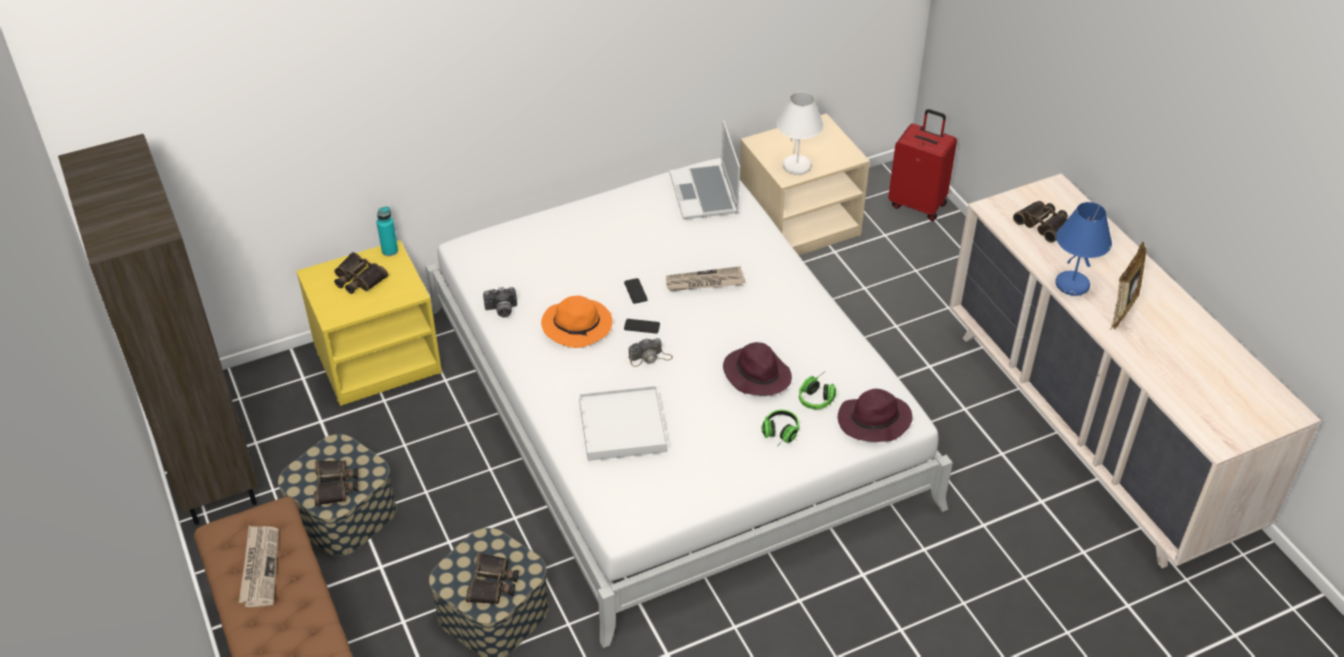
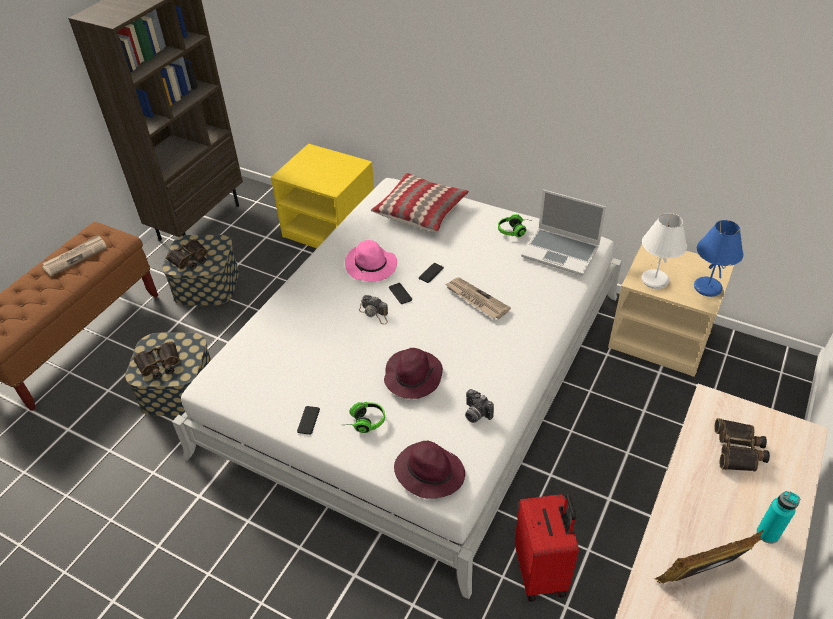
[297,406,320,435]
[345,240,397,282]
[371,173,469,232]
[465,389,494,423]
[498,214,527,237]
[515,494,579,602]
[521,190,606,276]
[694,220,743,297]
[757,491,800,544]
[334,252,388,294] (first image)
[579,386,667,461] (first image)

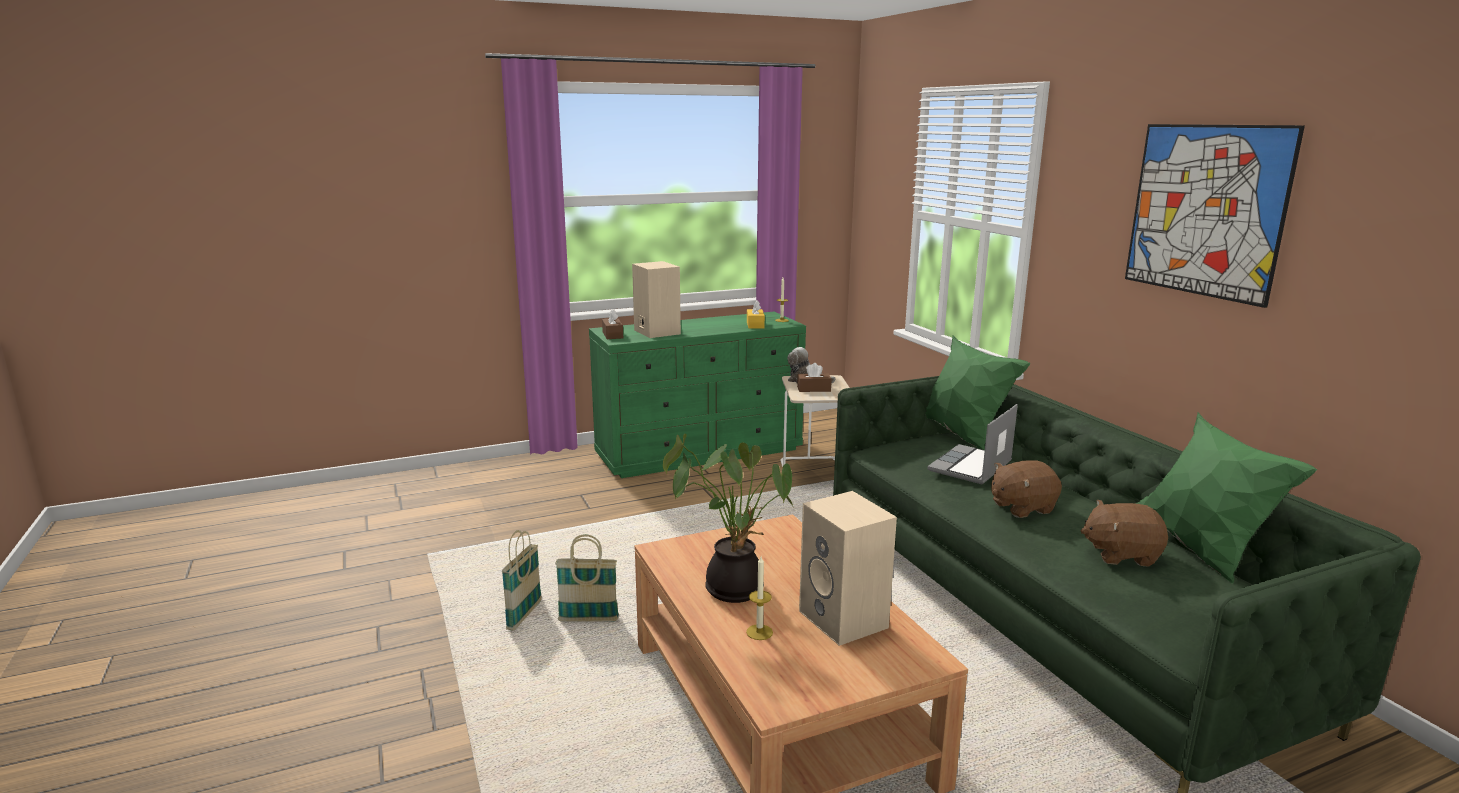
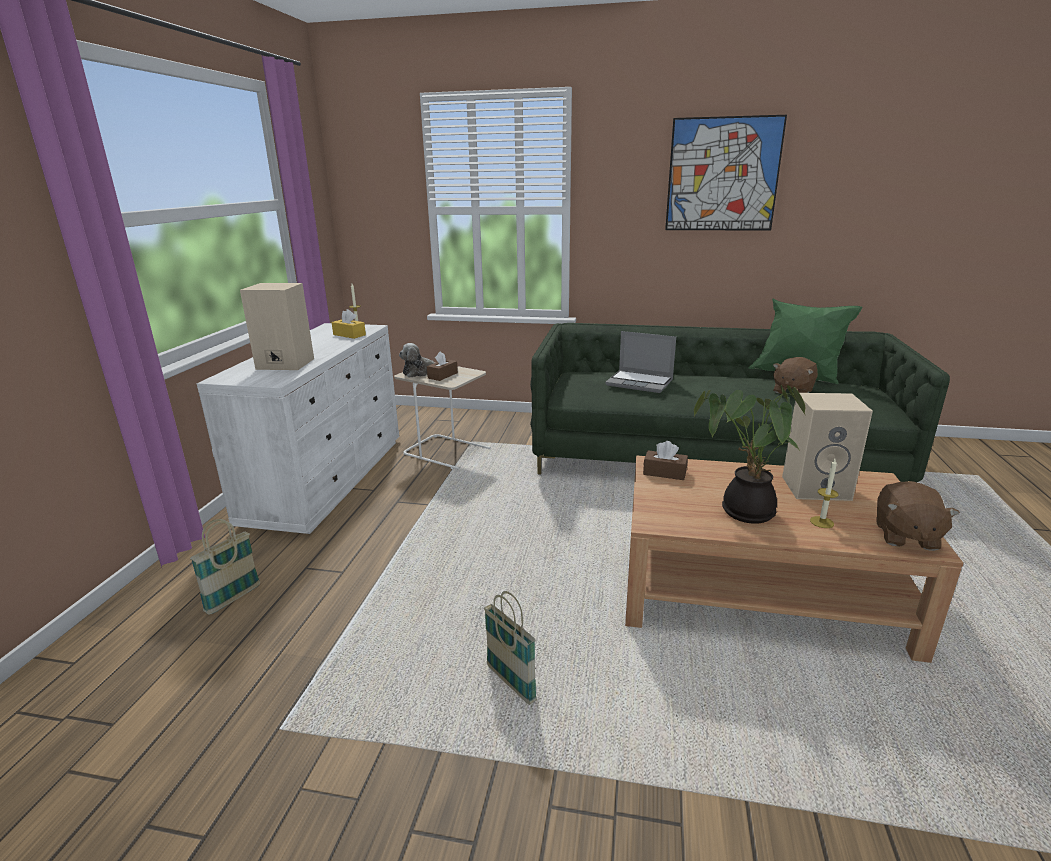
[190,519,260,614]
[197,323,399,534]
[605,331,676,393]
[643,441,688,480]
[876,481,960,551]
[925,336,1031,450] (first image)

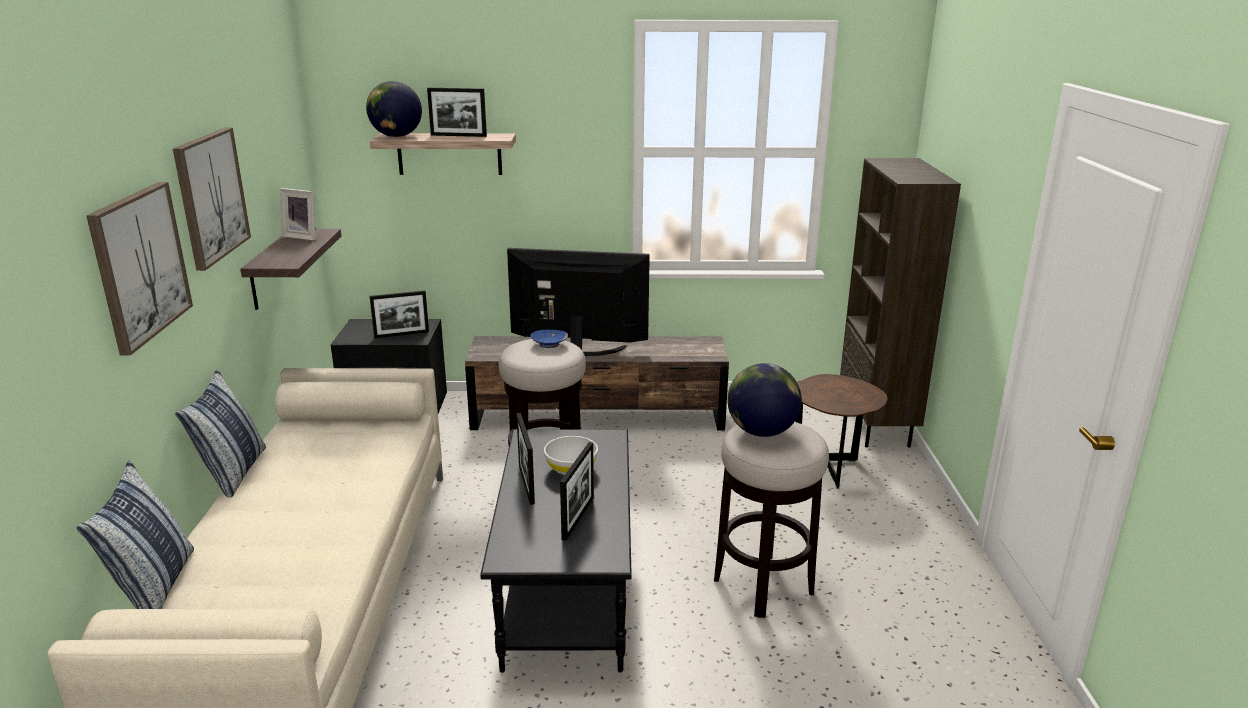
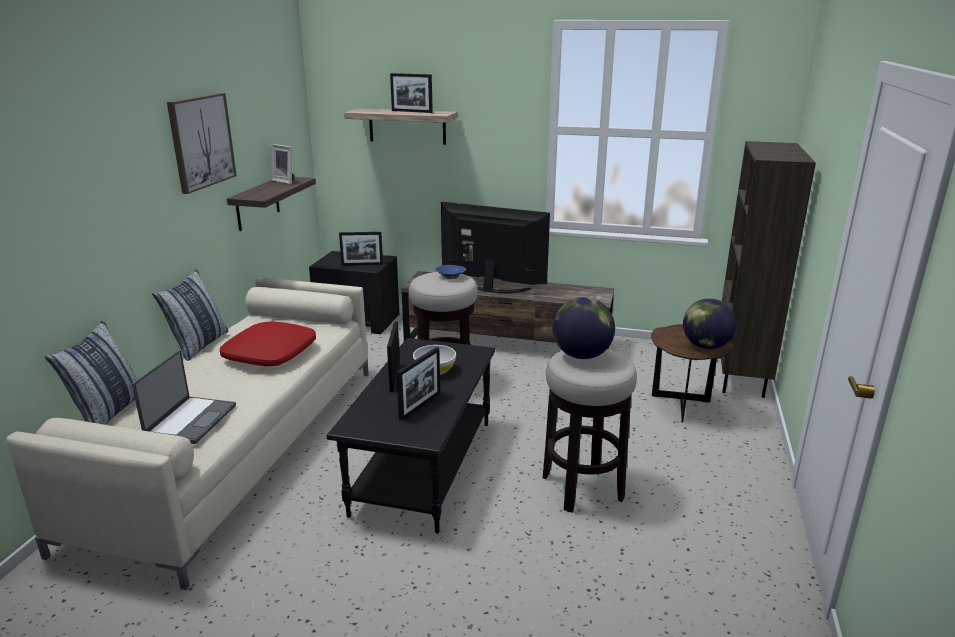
[132,350,236,444]
[220,321,316,366]
[683,298,736,349]
[86,182,193,355] (first image)

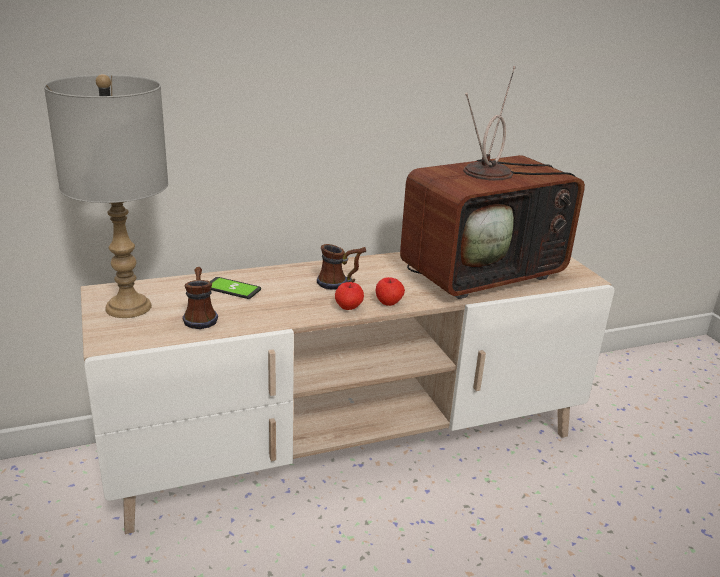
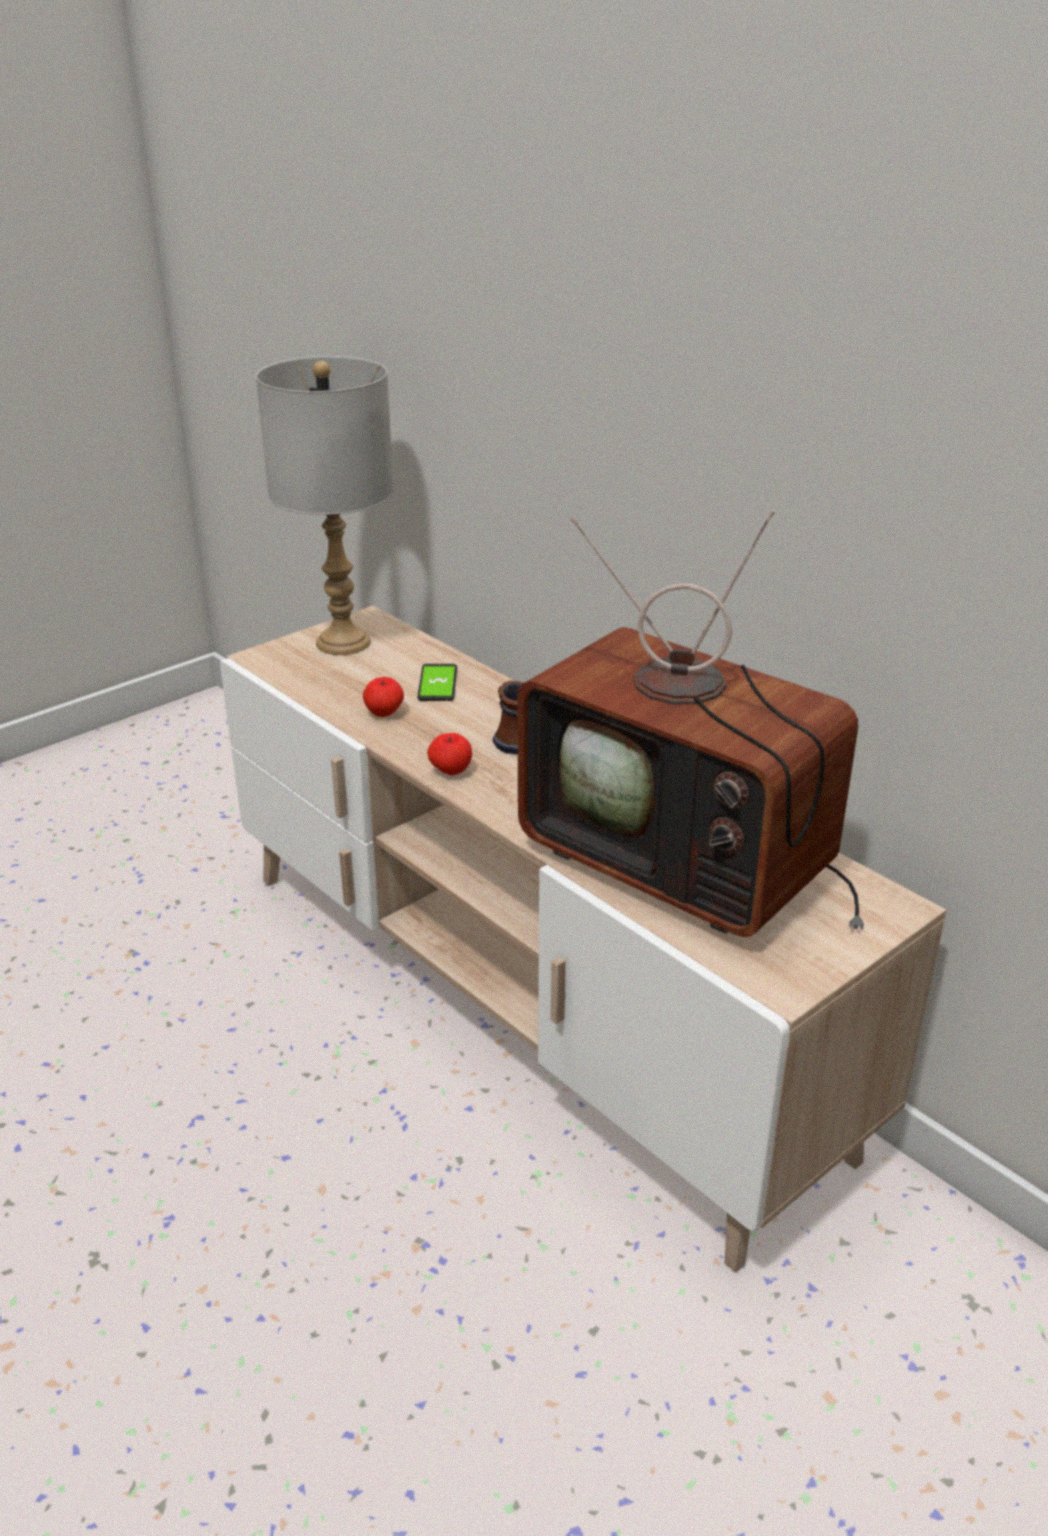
[363,677,404,717]
[182,267,218,329] (first image)

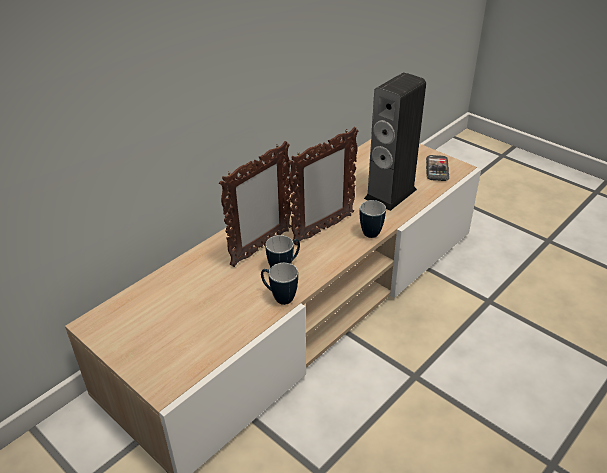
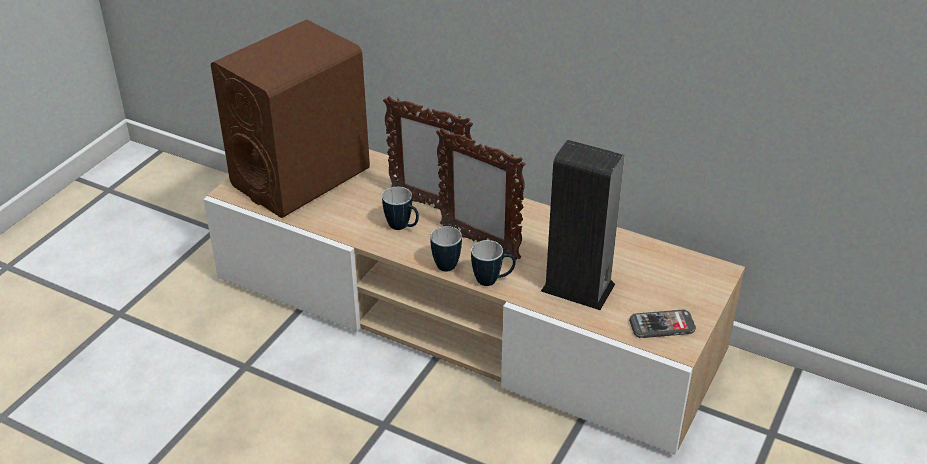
[211,20,370,218]
[430,226,462,272]

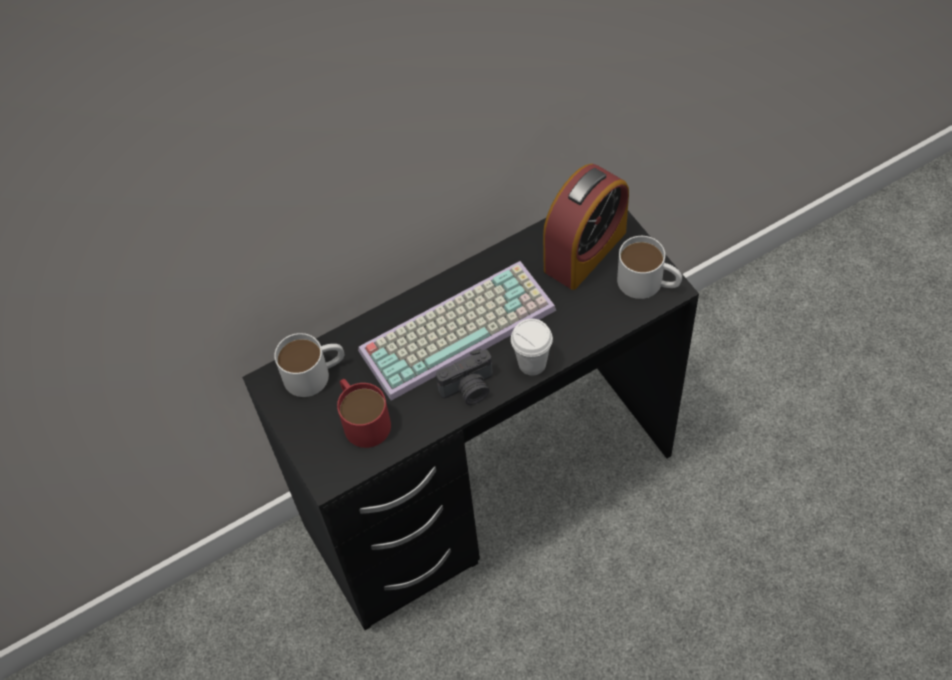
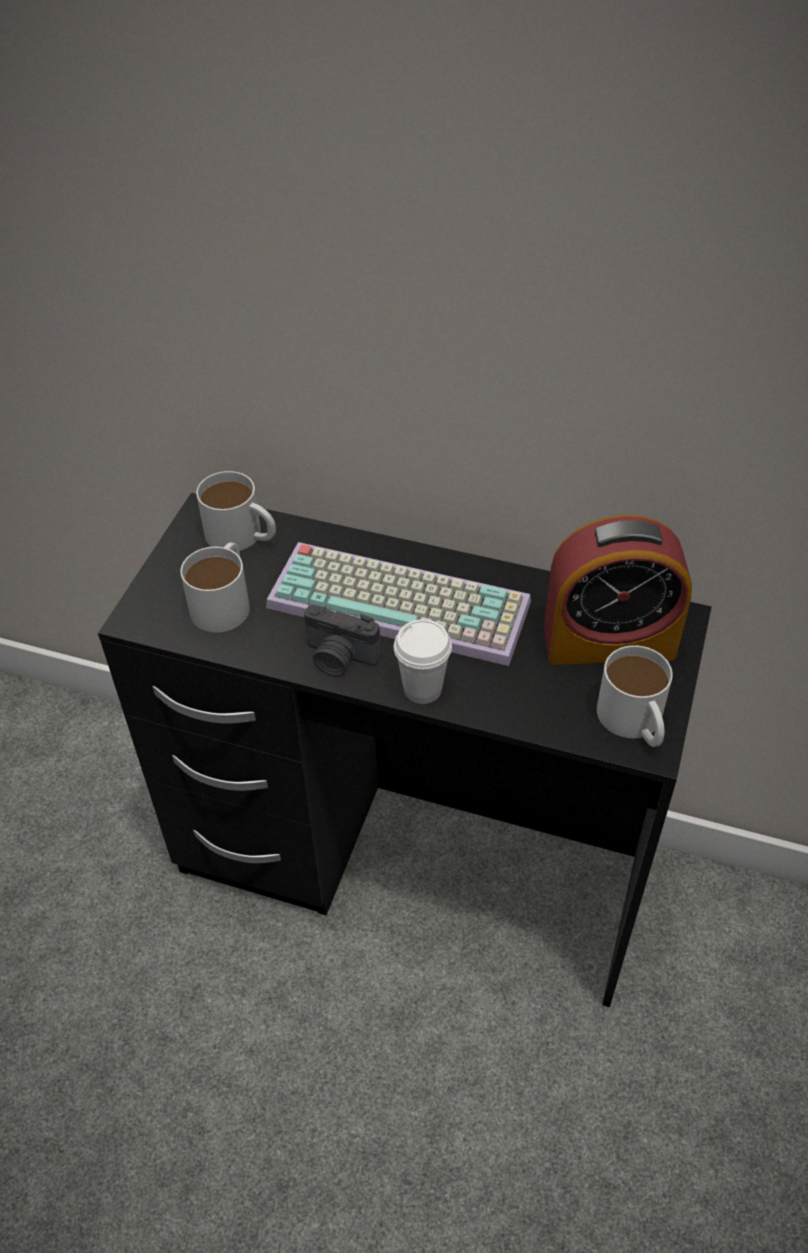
[180,542,250,633]

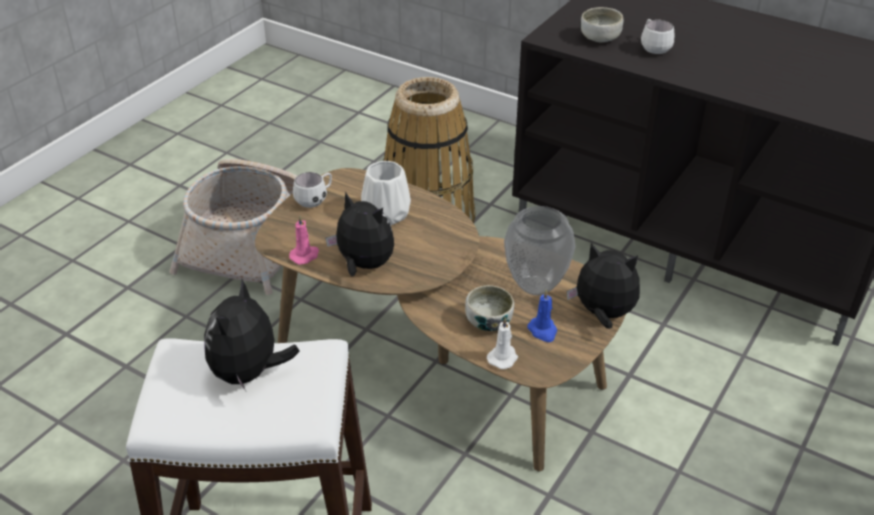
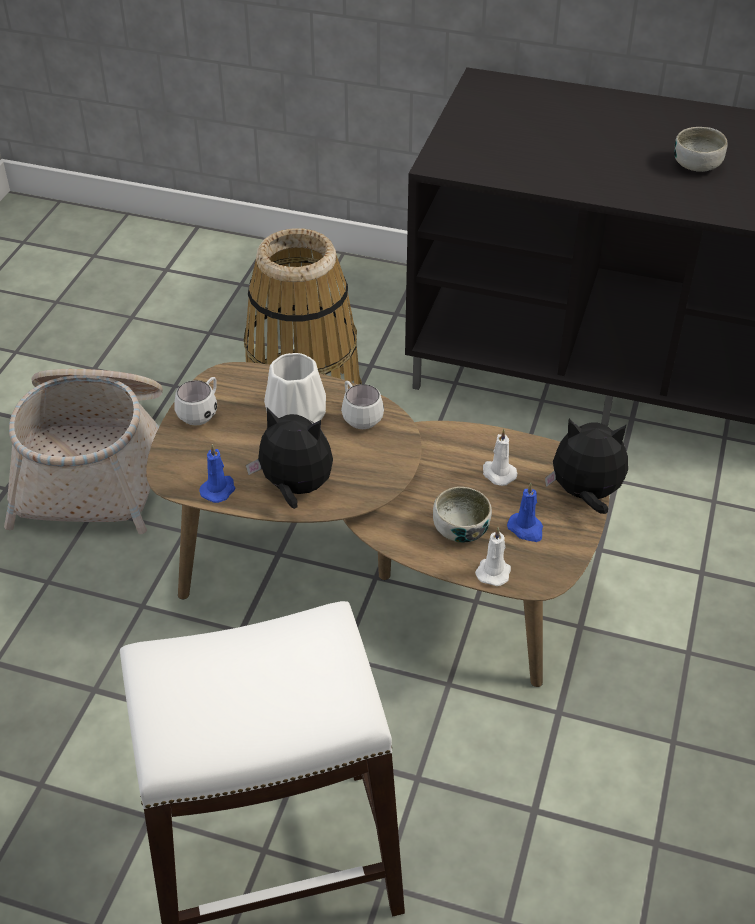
[199,444,236,503]
[341,381,384,429]
[483,429,517,486]
[674,127,727,172]
[204,279,300,391] (first image)

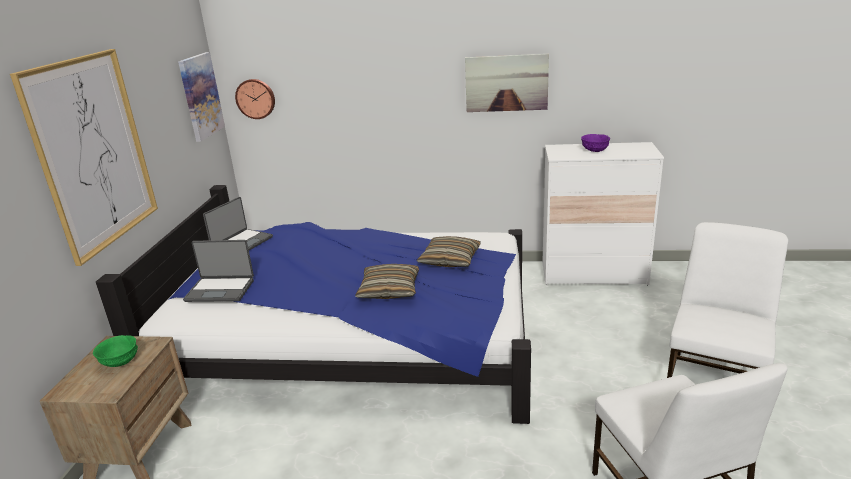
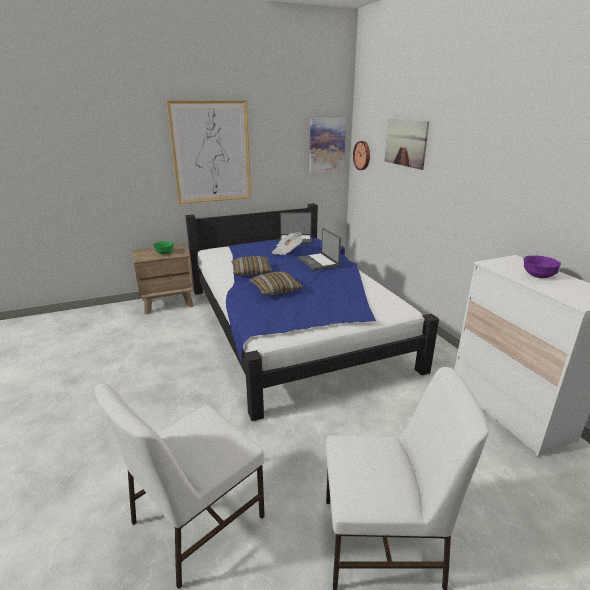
[231,256,272,275]
[272,232,303,255]
[298,228,341,271]
[384,119,429,170]

